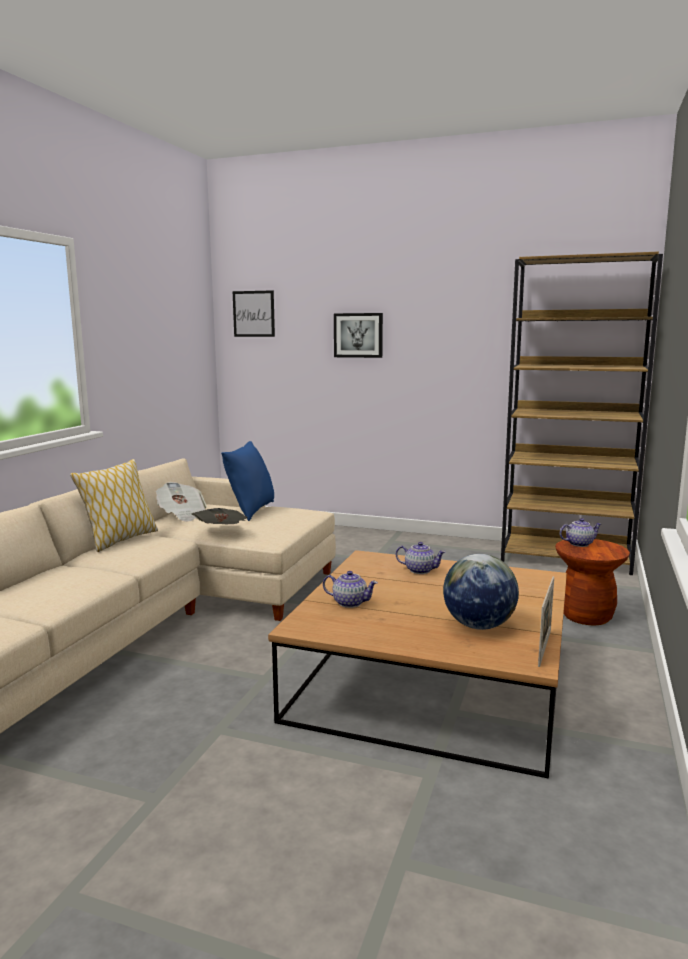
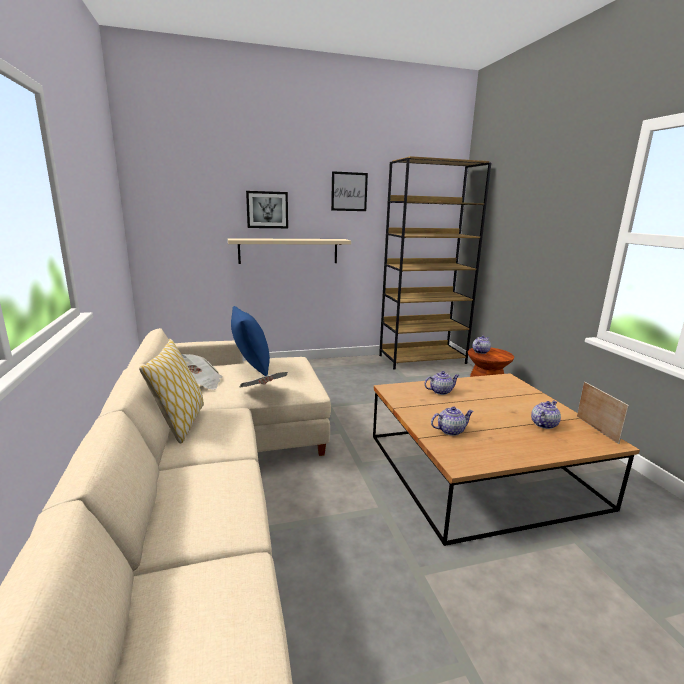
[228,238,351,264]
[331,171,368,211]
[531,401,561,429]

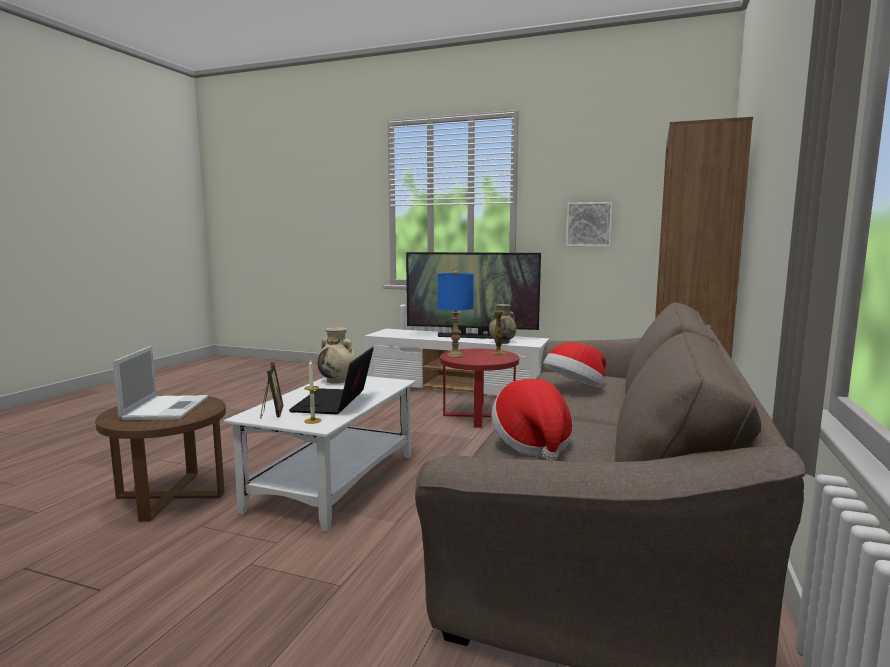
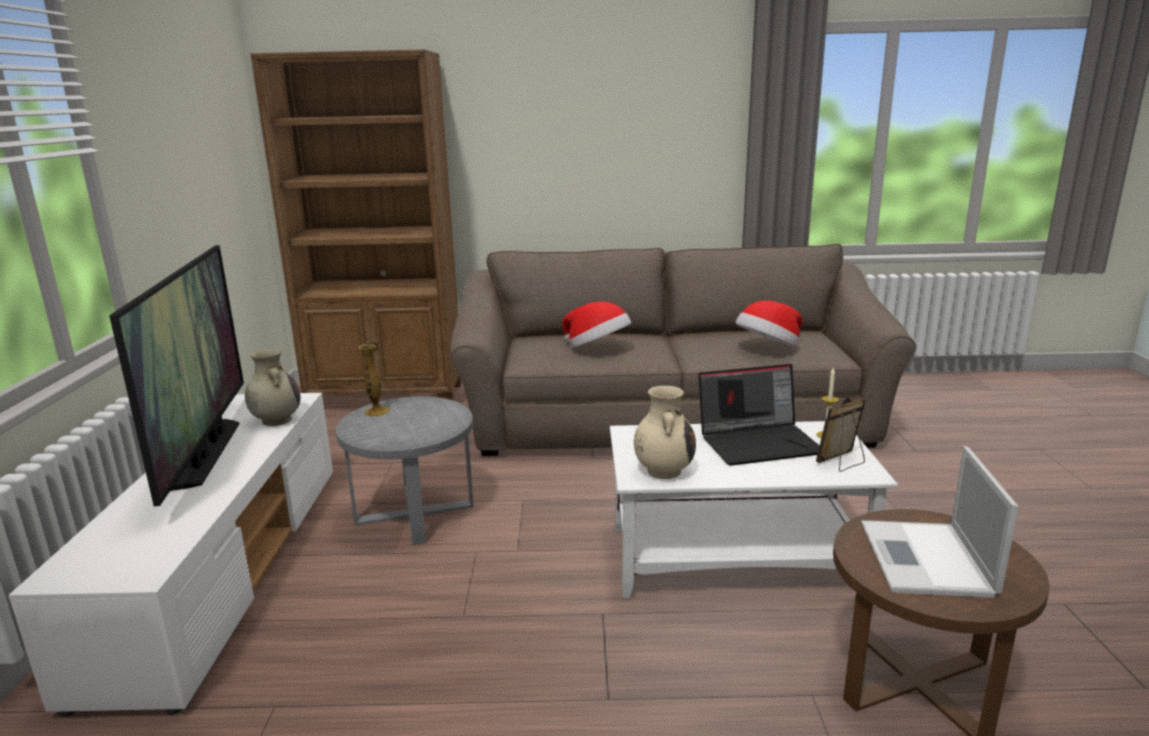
[336,397,474,545]
[861,446,1019,598]
[438,271,474,357] (first image)
[566,202,613,247] (first image)

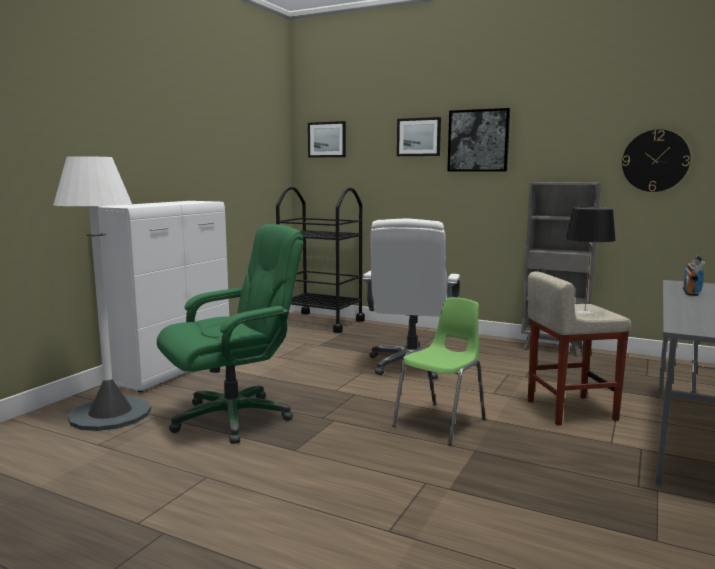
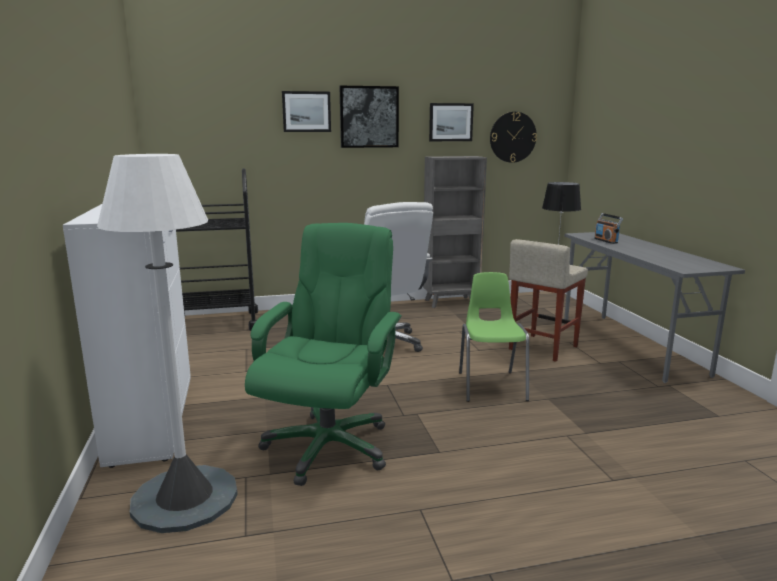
[429,103,474,141]

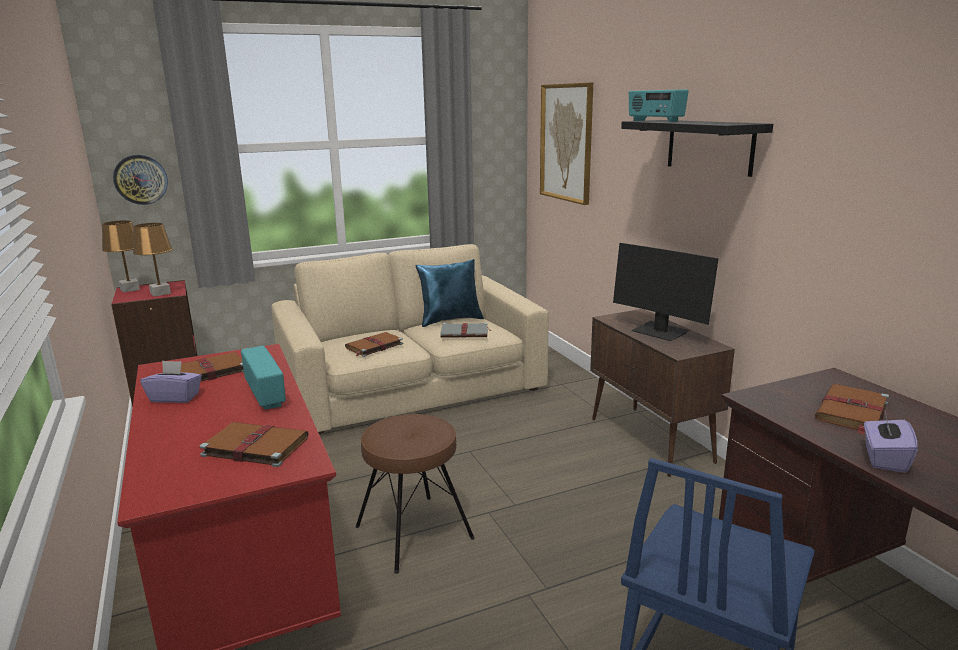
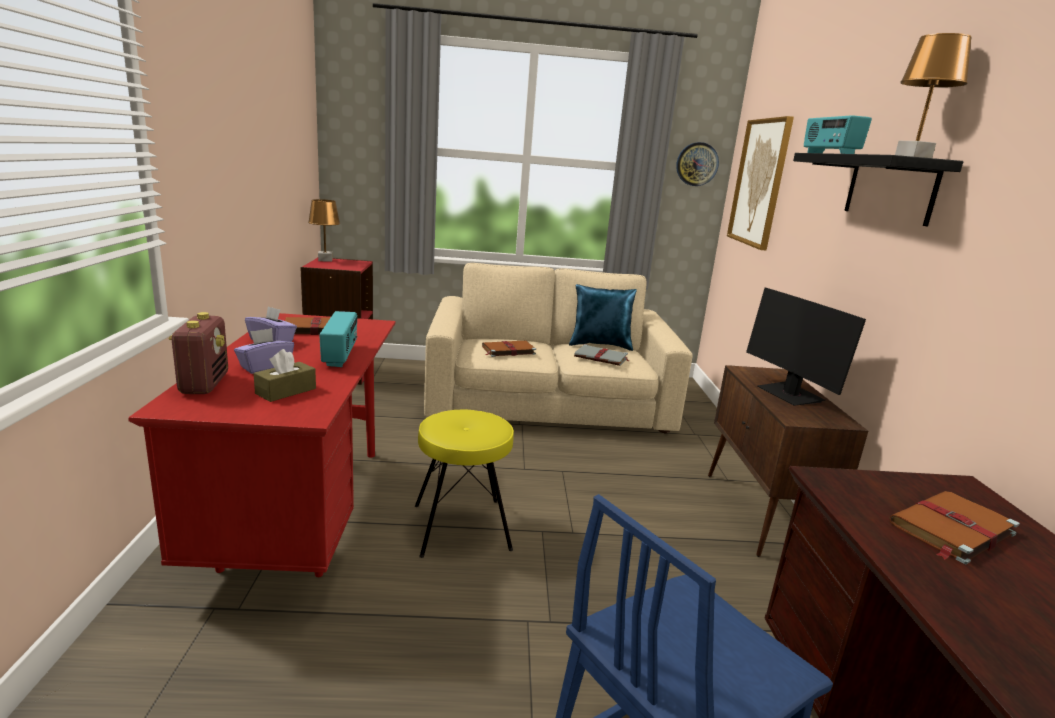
[169,312,228,394]
[234,328,294,374]
[253,349,316,402]
[415,410,514,558]
[676,142,719,186]
[895,33,972,158]

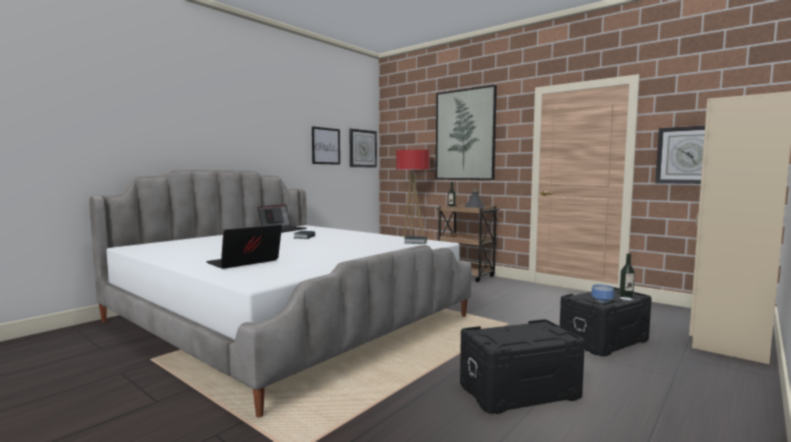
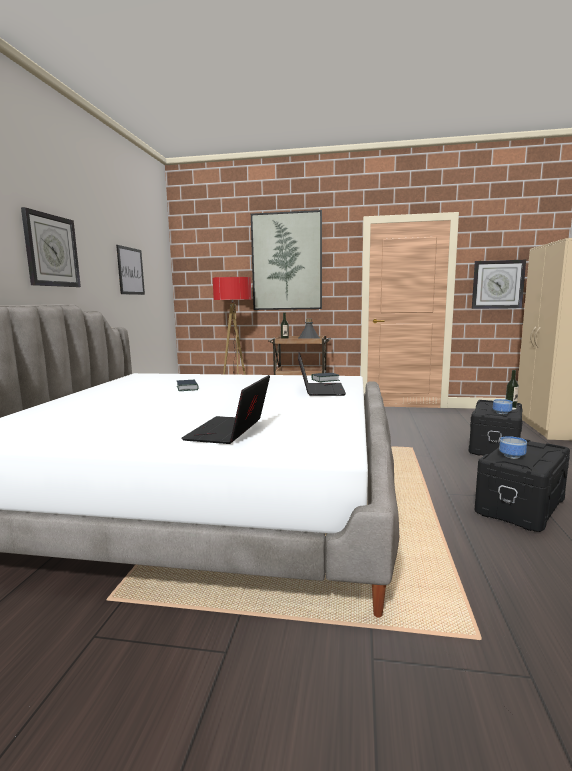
[21,207,81,287]
[298,352,346,396]
[499,436,527,459]

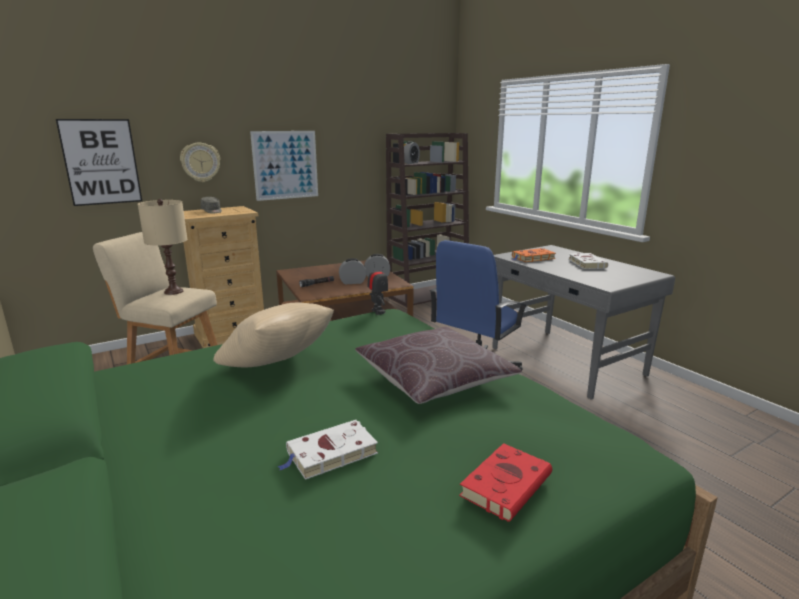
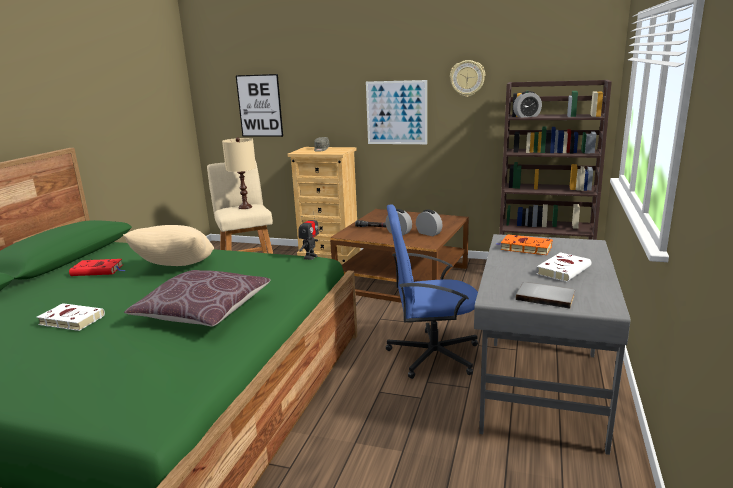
[69,259,125,276]
[450,60,485,97]
[516,282,575,309]

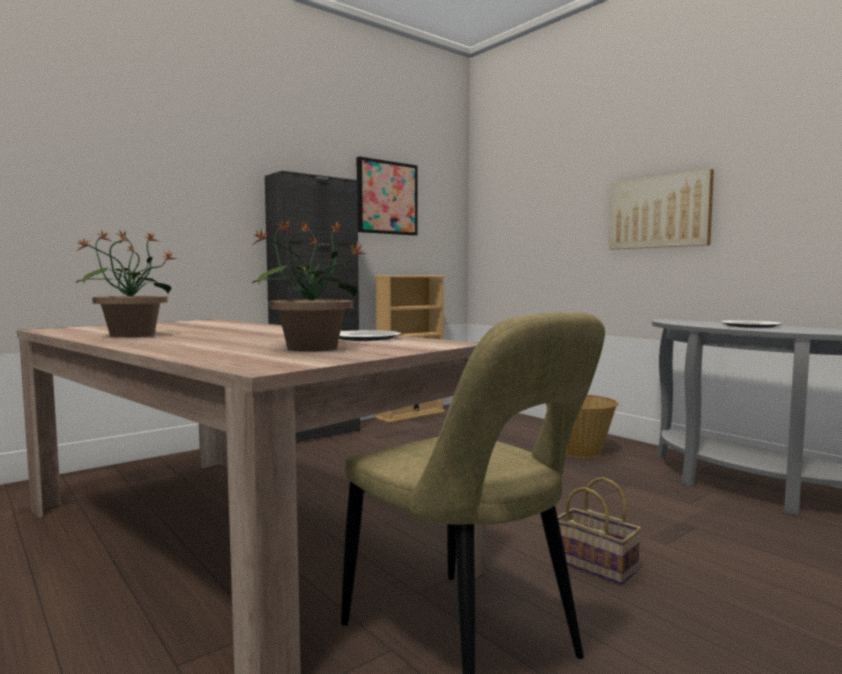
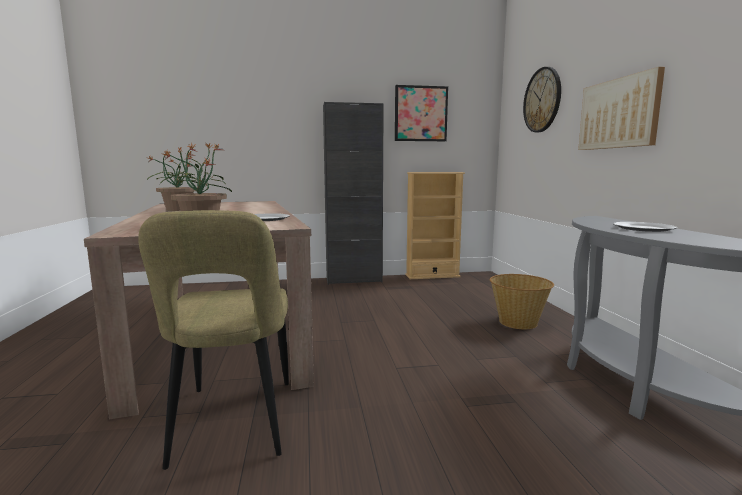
[523,67,561,132]
[557,477,641,585] (first image)

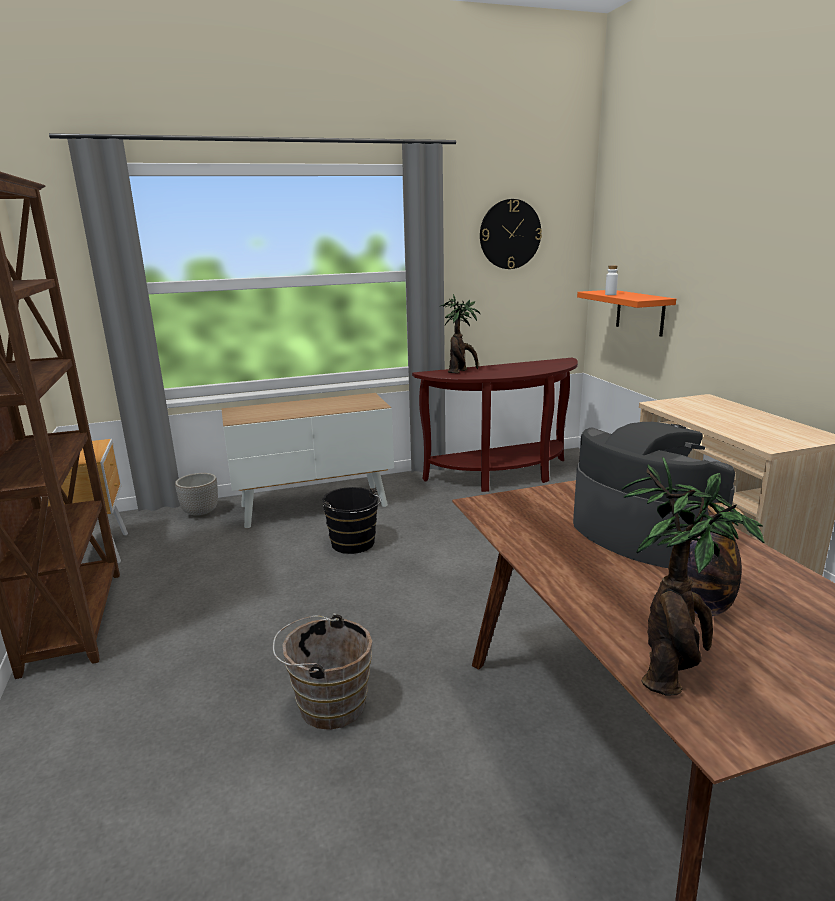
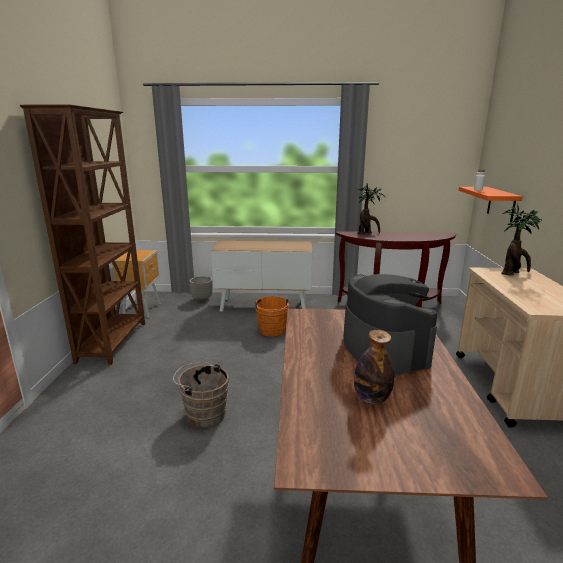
[254,296,290,337]
[501,203,541,276]
[480,199,542,269] (first image)

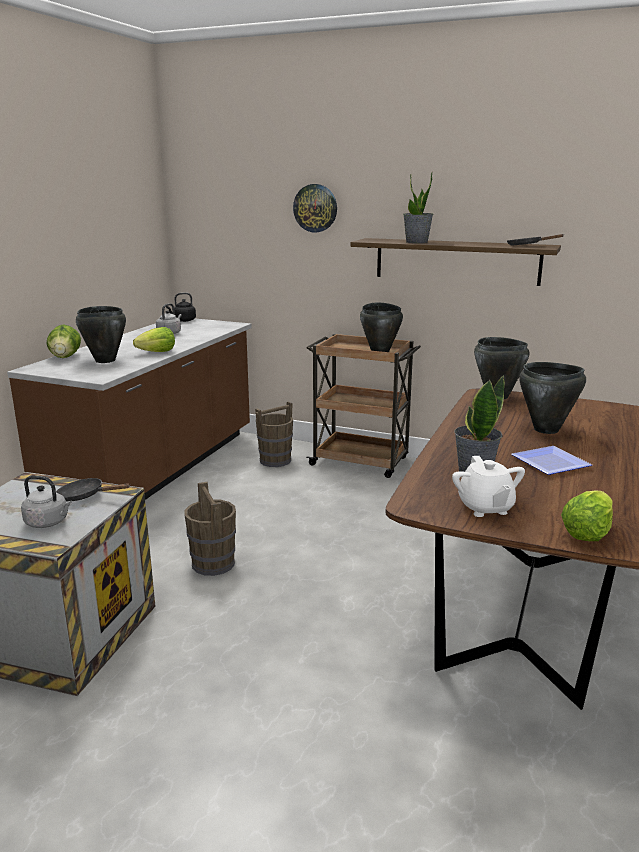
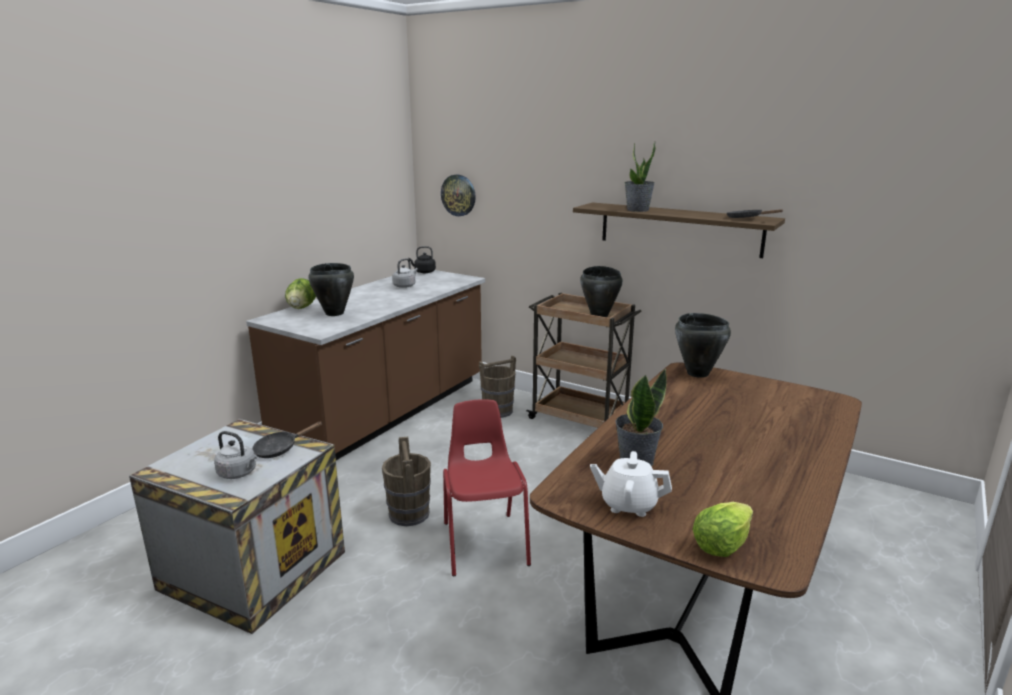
[252,422,323,458]
[441,174,476,216]
[443,399,531,576]
[590,451,672,517]
[133,327,175,352] (first image)
[511,446,592,475] (first image)
[519,362,586,434] (first image)

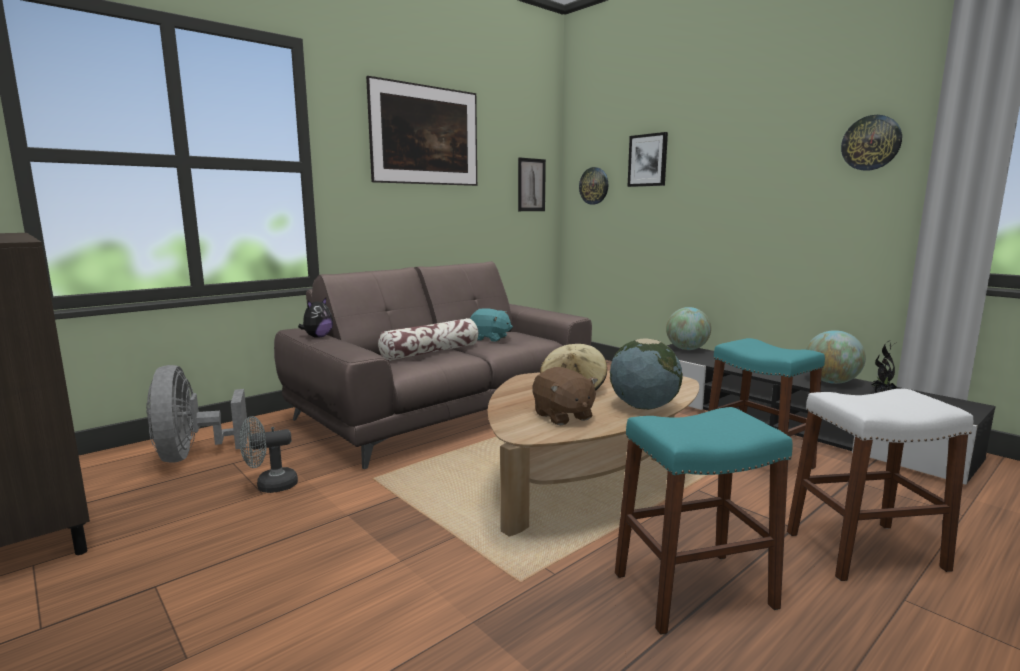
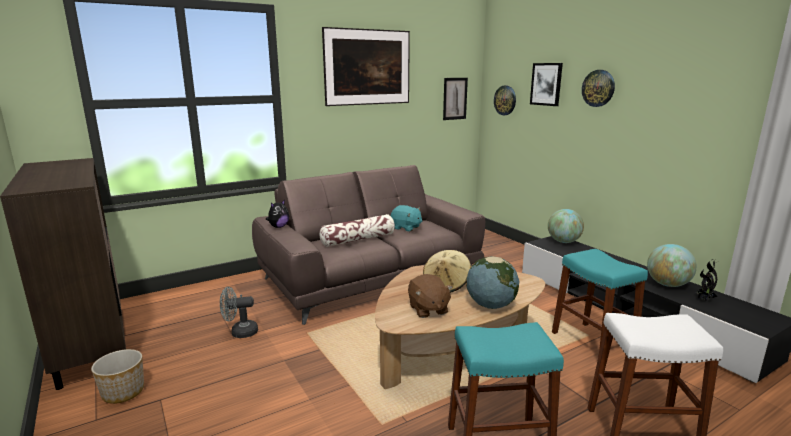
[91,349,144,404]
[582,70,615,107]
[146,365,248,463] (first image)

